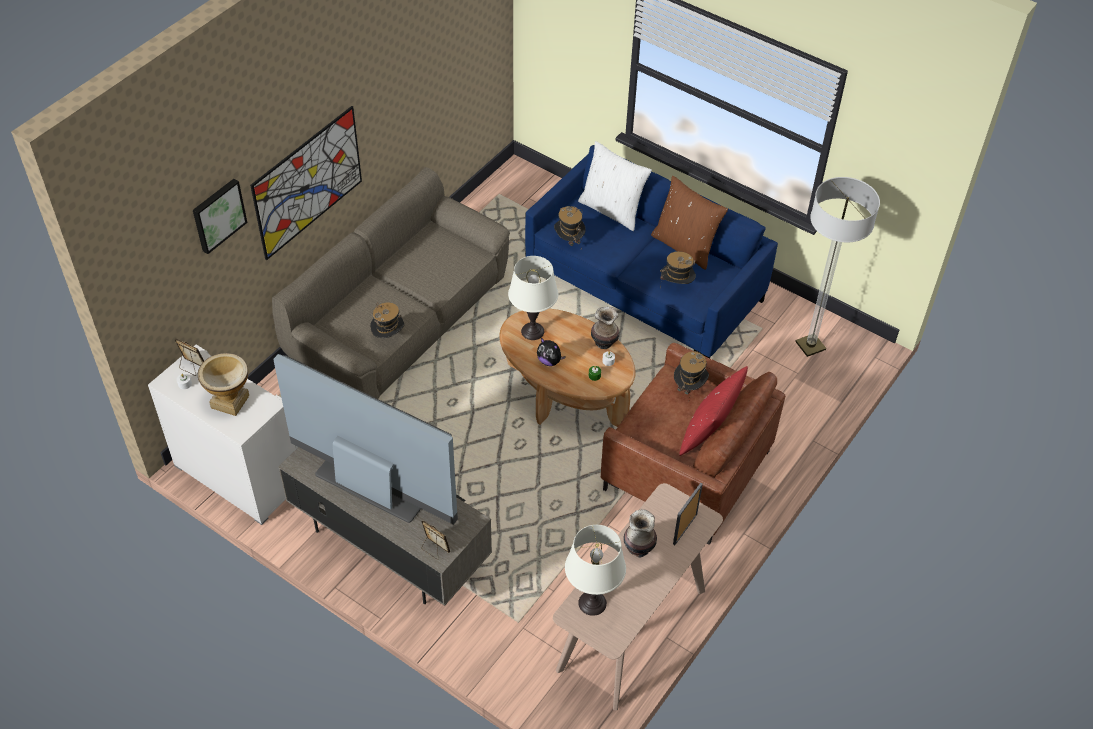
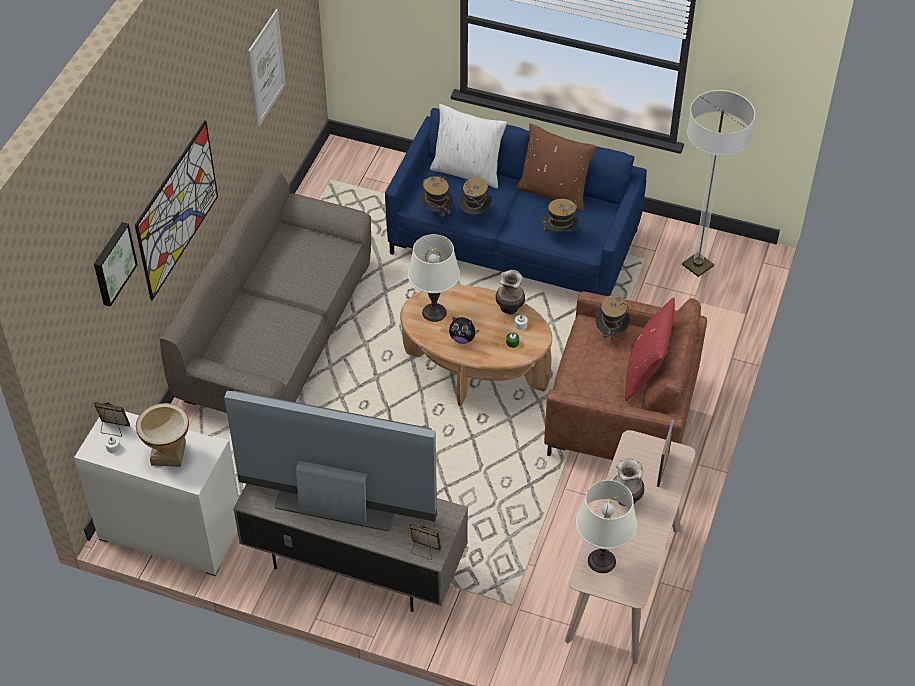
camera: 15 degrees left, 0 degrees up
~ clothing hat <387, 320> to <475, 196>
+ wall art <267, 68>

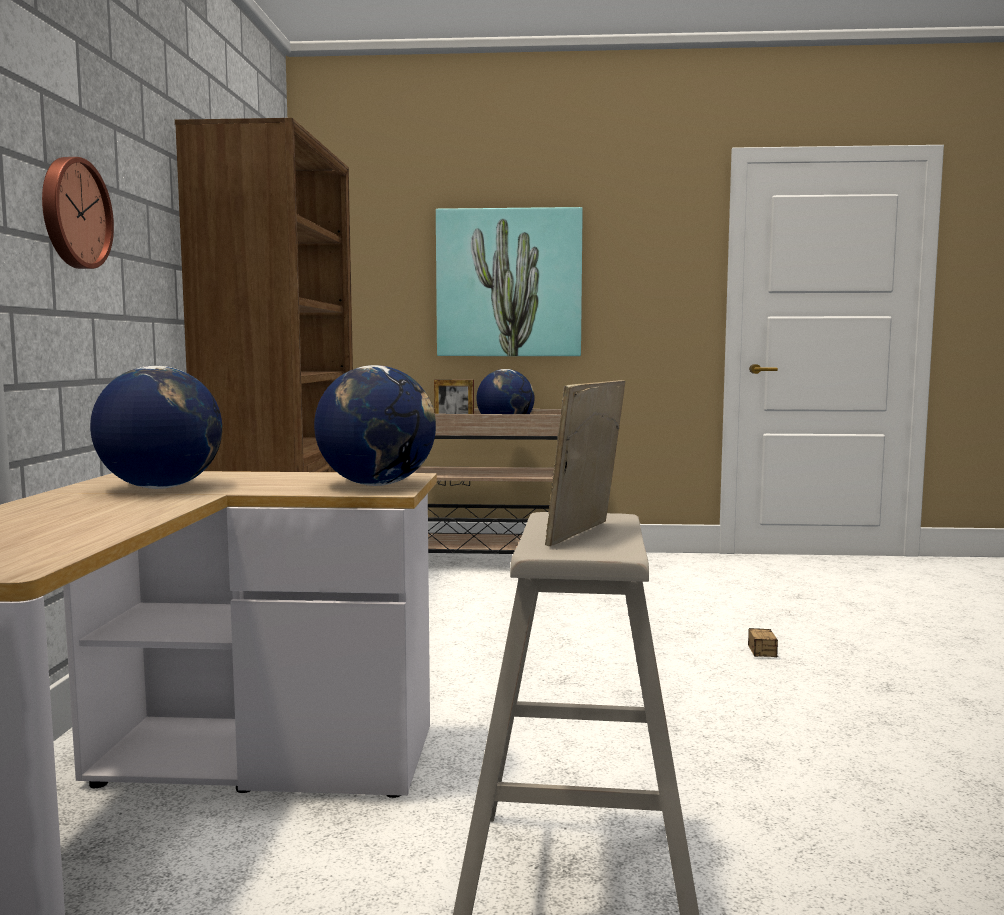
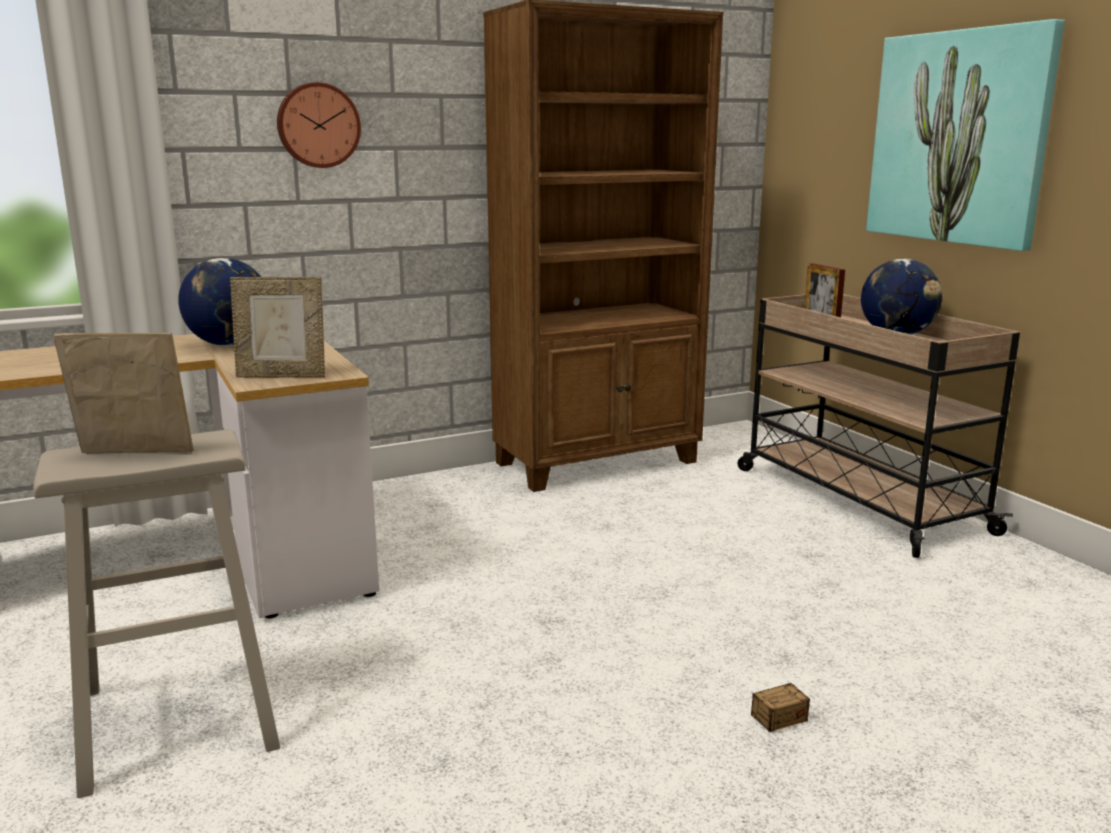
camera: 60 degrees right, 10 degrees up
~ globe <375, 425> to photo frame <277, 327>

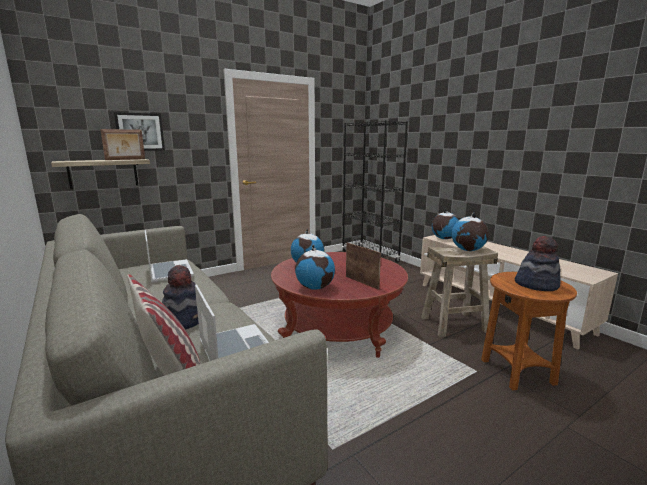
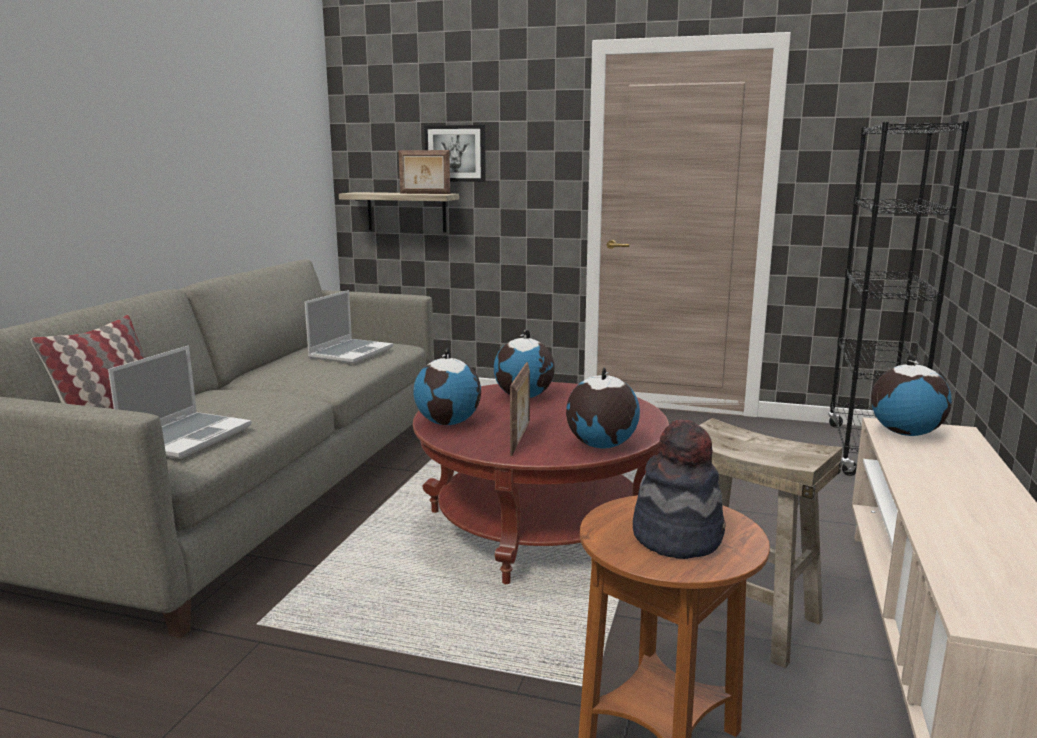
camera: 50 degrees right, 0 degrees up
~ globe <470, 231> to <603, 408>
- clothing hat <180, 297>

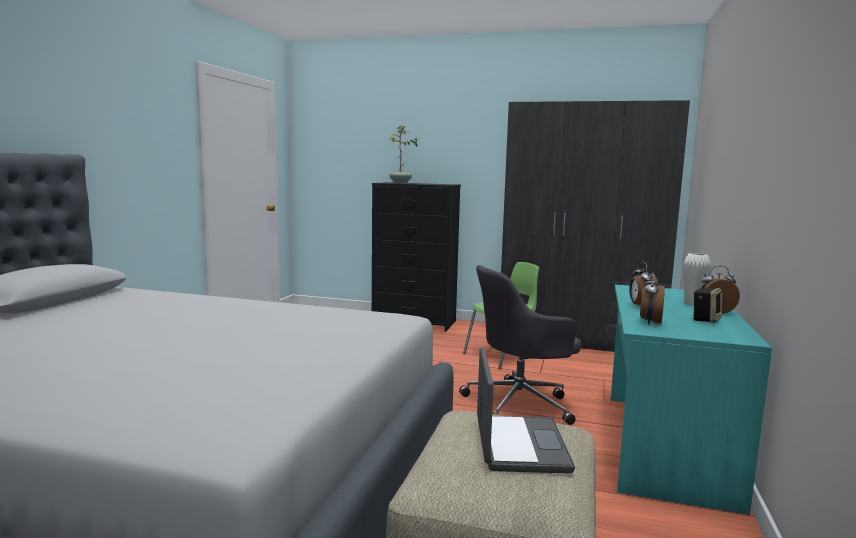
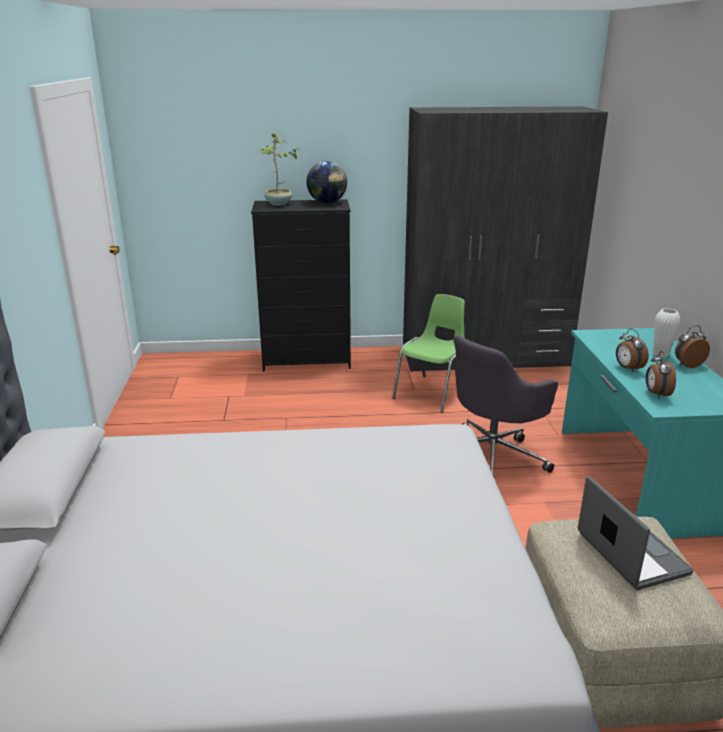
camera: 20 degrees left, 15 degrees up
- audio speaker <708, 305>
+ globe <326, 182>

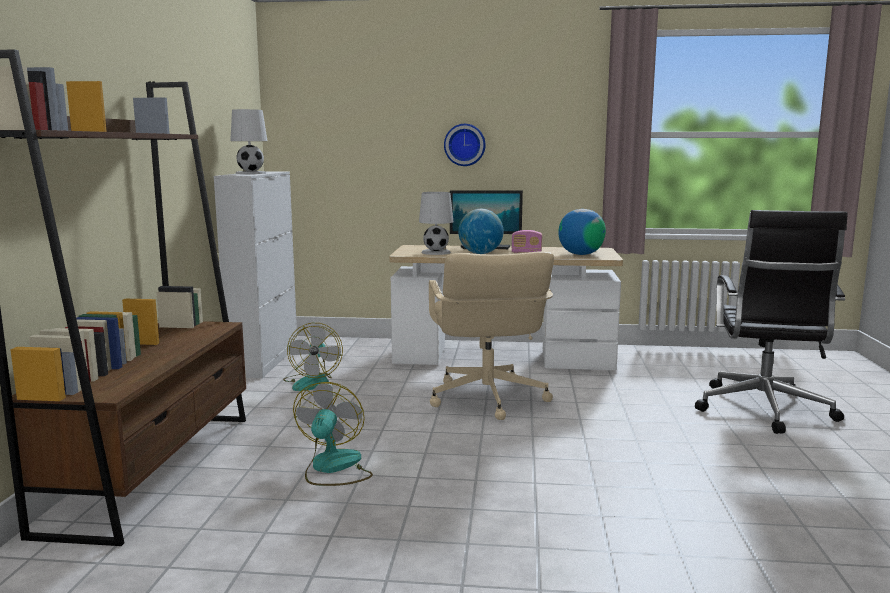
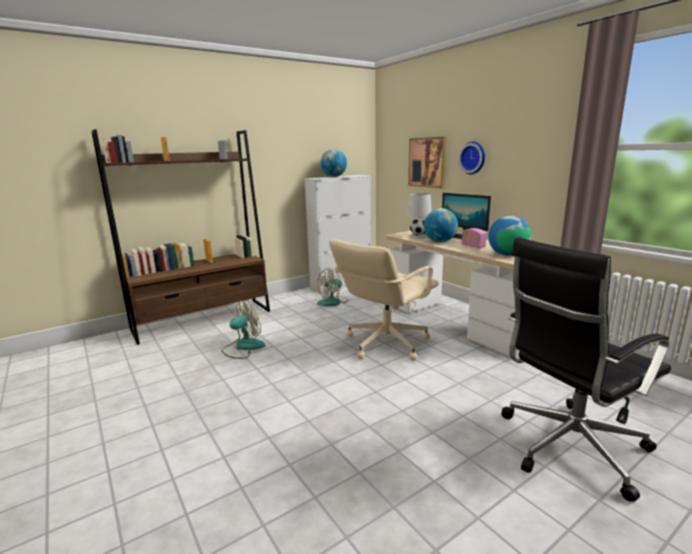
camera: 50 degrees right, 5 degrees up
~ white-coloured table lamp <248, 141> to globe <333, 163>
+ wall art <427, 162>

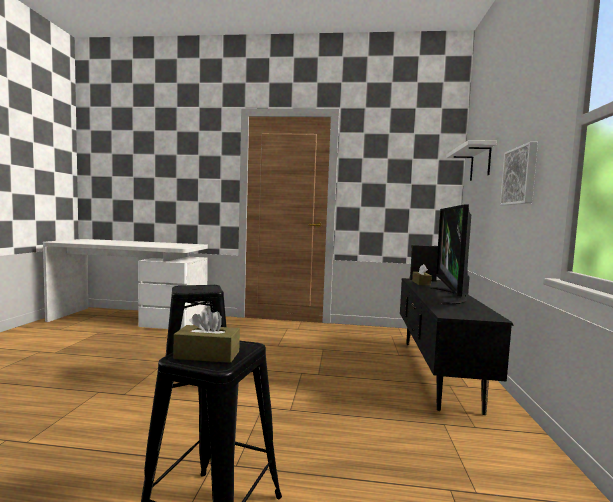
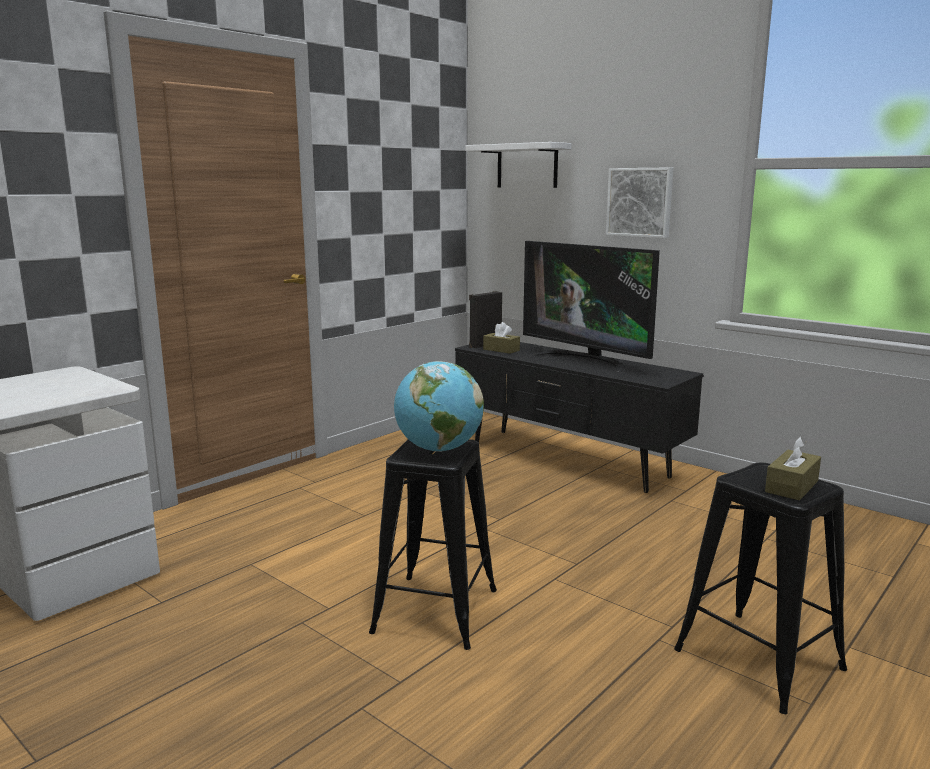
camera: 55 degrees left, 10 degrees up
+ globe <439, 406>

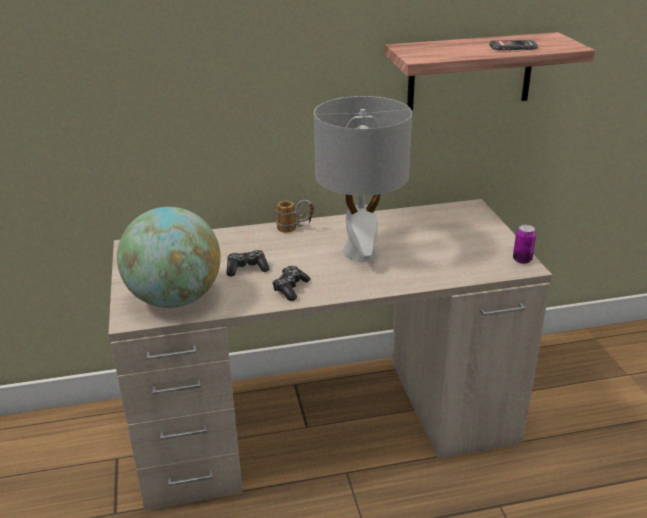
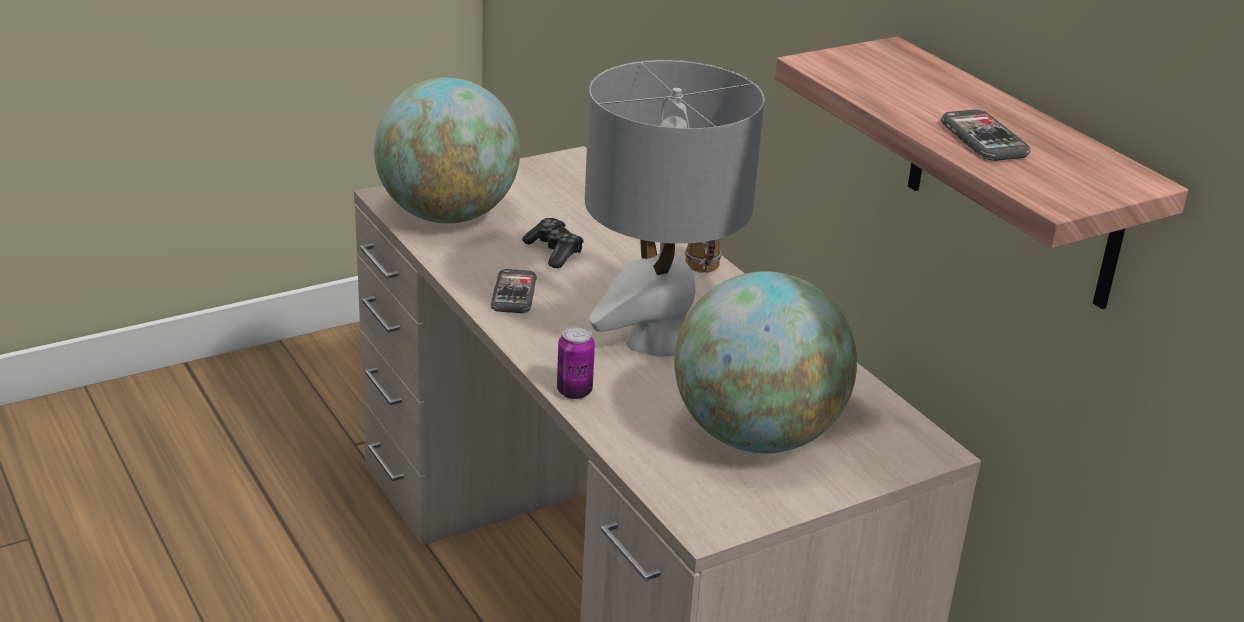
camera: 70 degrees right, 0 degrees up
~ metal can <524, 244> to <576, 362>
~ joypad <291, 283> to handset <514, 291>
+ globe <765, 362>

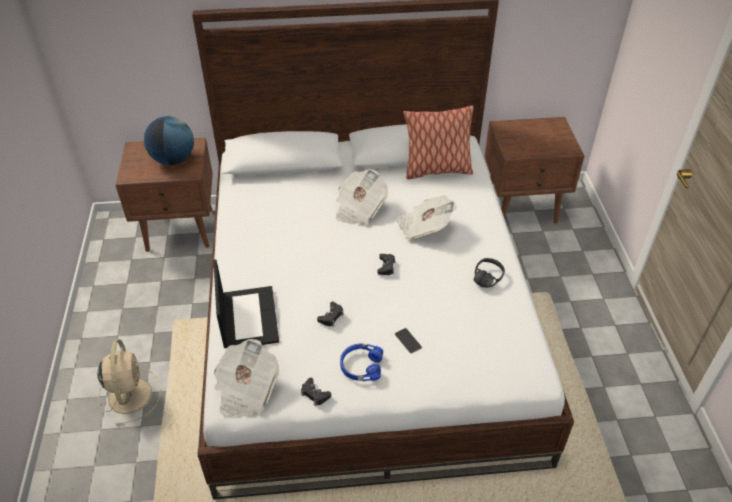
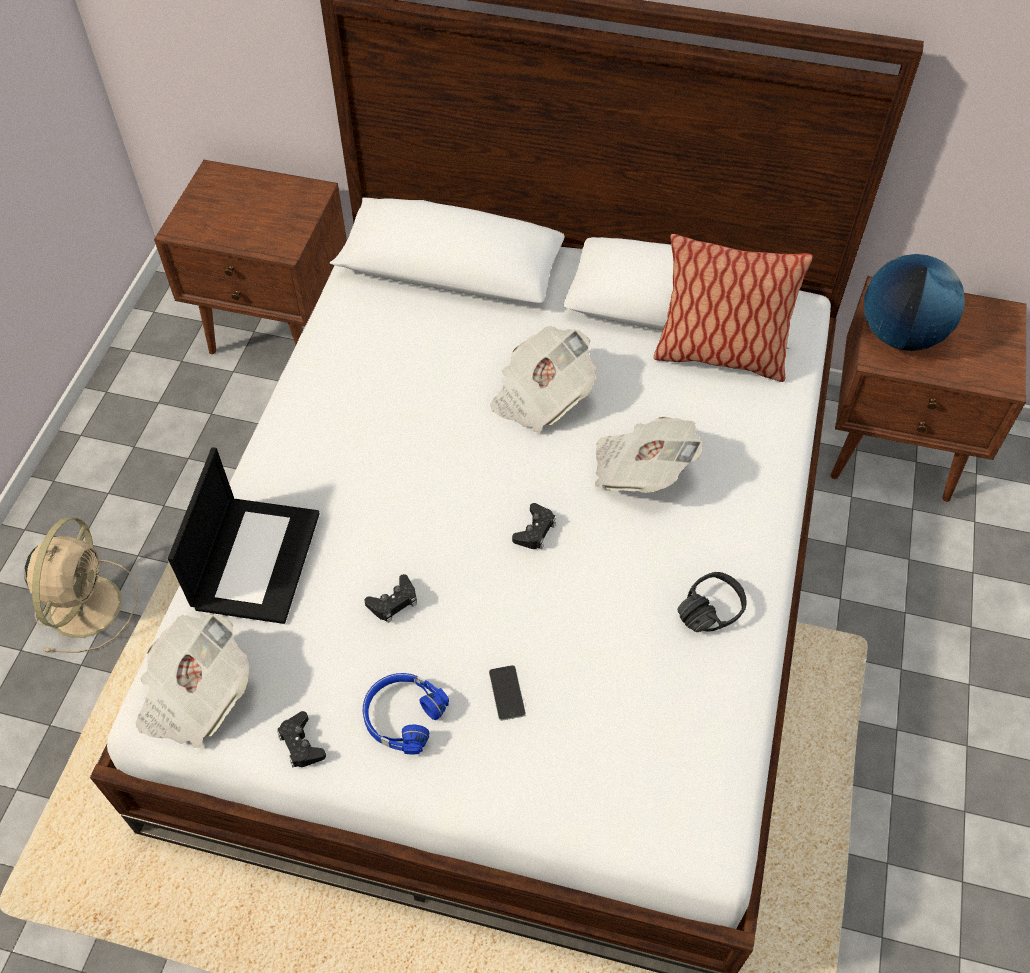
camera: 20 degrees right, 10 degrees up
~ globe <169, 140> to <914, 302>

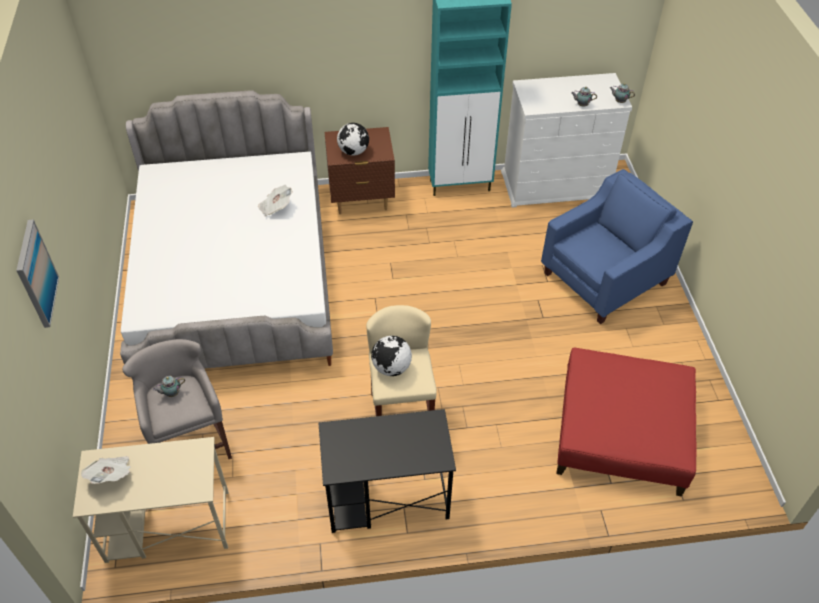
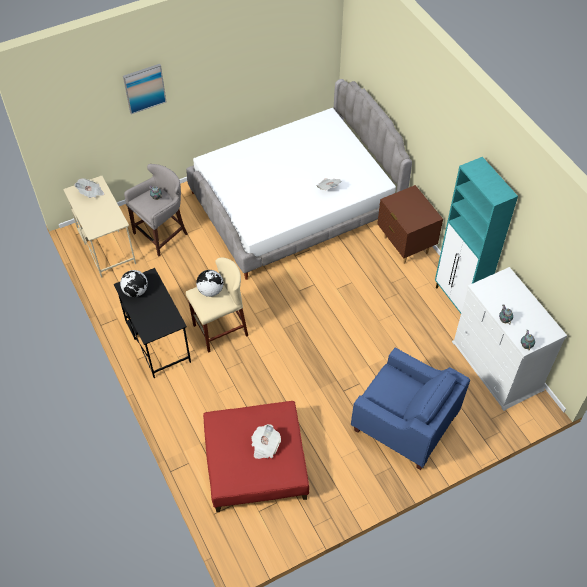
camera: 70 degrees right, 5 degrees up
~ globe <353, 139> to <134, 283>
+ daily paper <266, 441>

